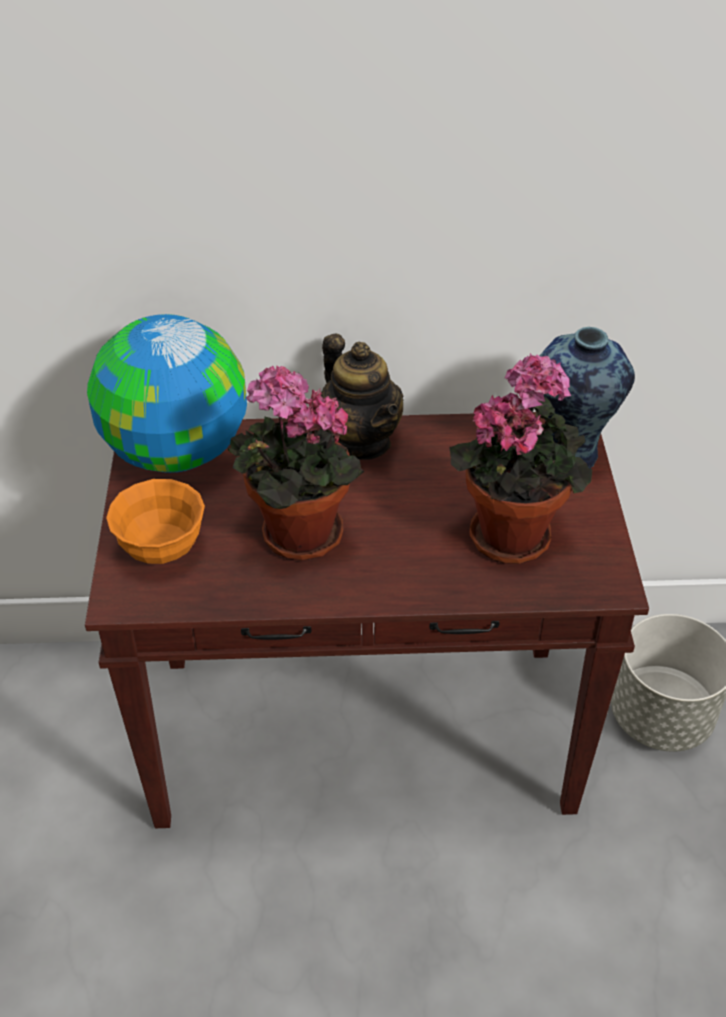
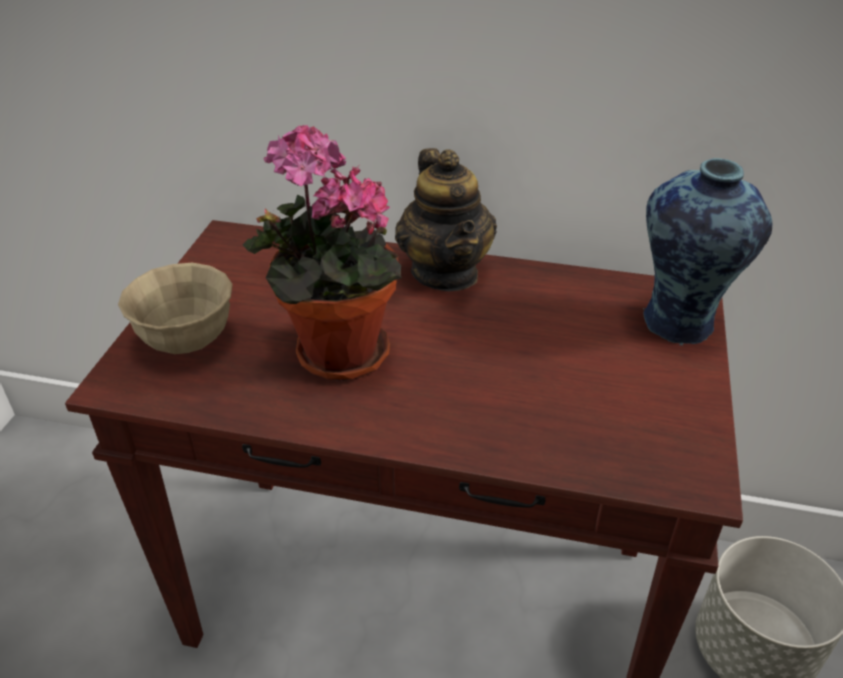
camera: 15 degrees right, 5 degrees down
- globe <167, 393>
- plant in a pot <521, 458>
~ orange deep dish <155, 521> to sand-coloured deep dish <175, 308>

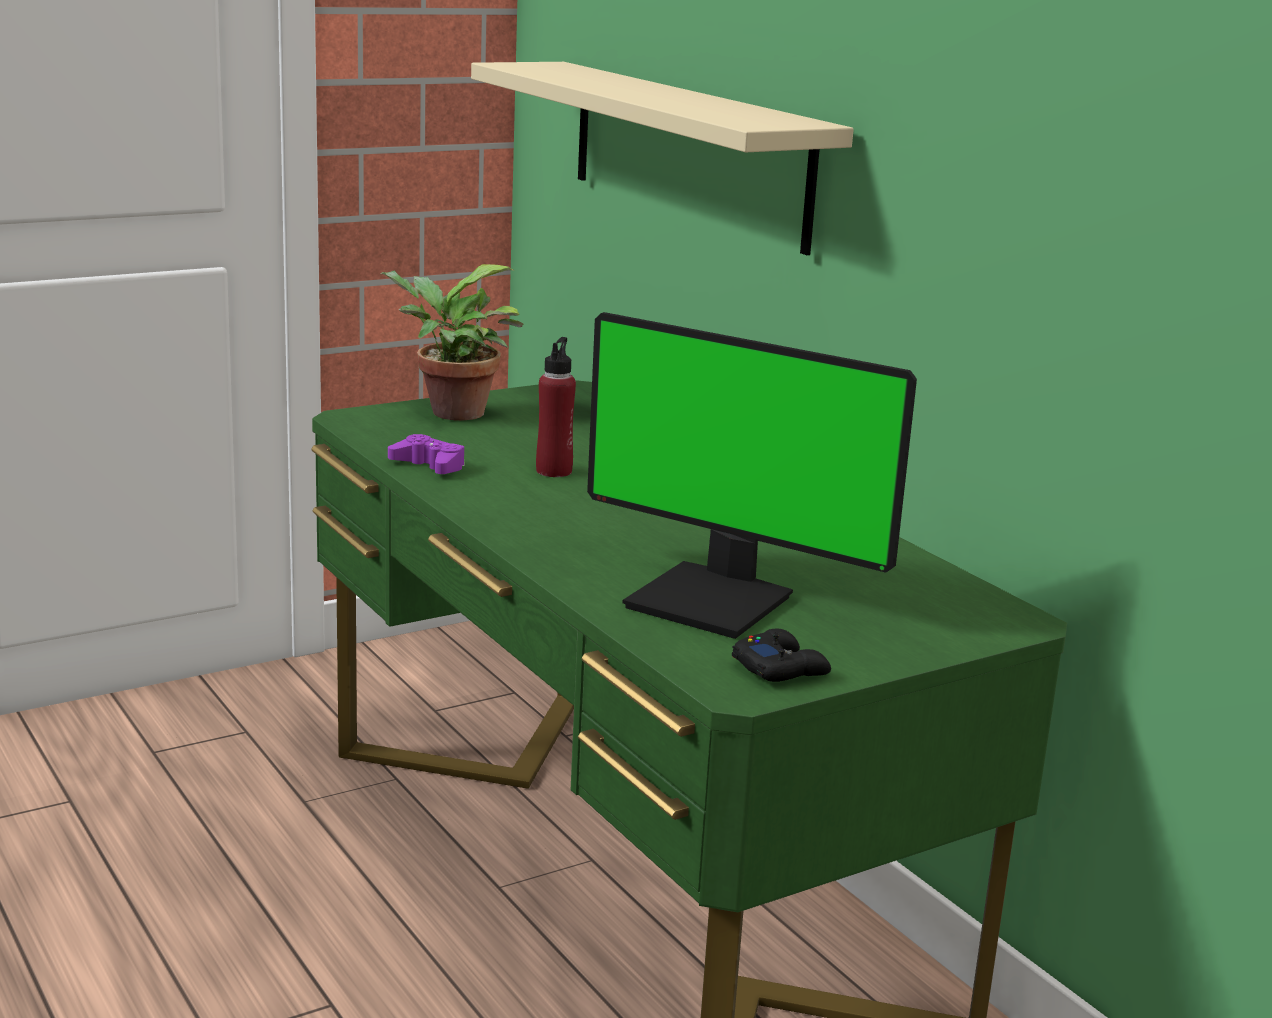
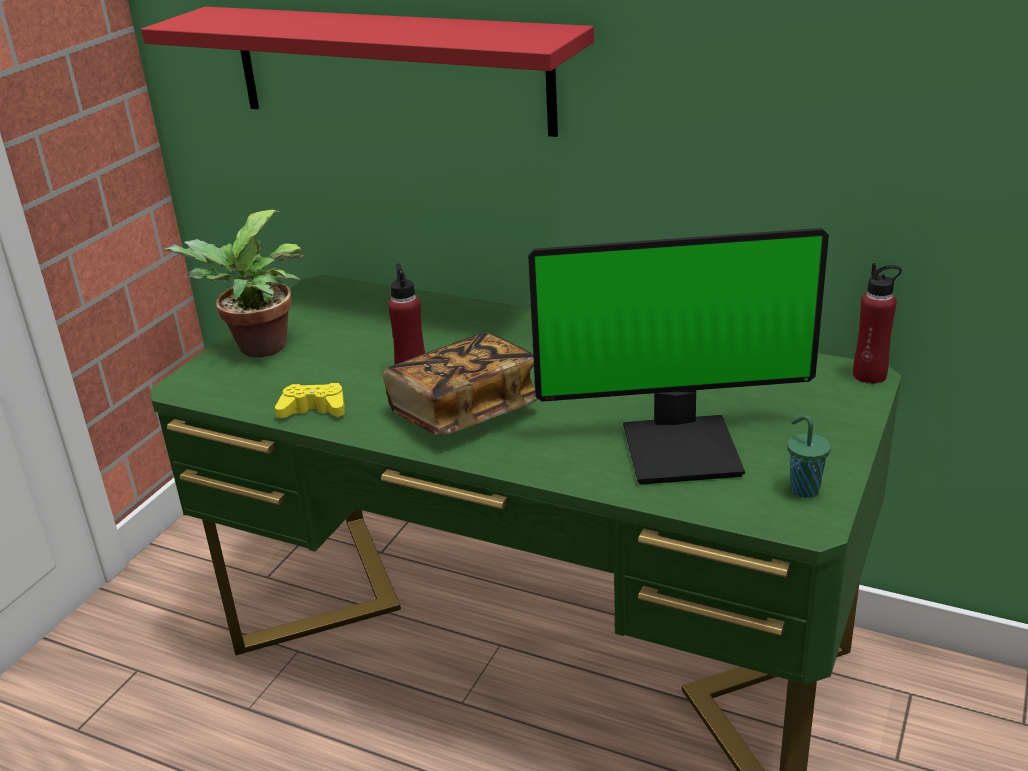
camera: 30 degrees left, 10 degrees up
~ sand-coloured bracket shelf <662, 158> to reddish bracket shelf <367, 72>
~ purple-coloured joypad <426, 454> to yellowish joypad <310, 400>
~ blackish joypad <781, 655> to green drinking cup <809, 456>
+ reddish drink bottle <877, 323>
+ volume <460, 384>

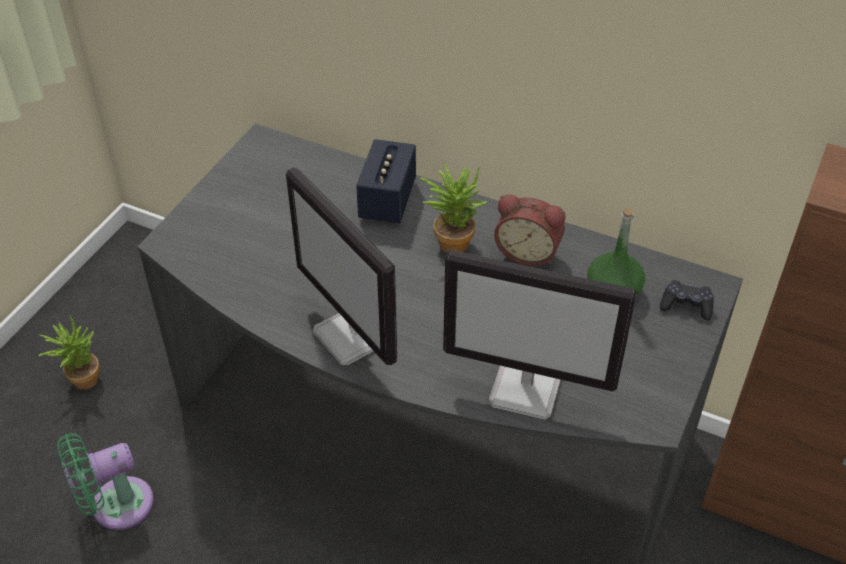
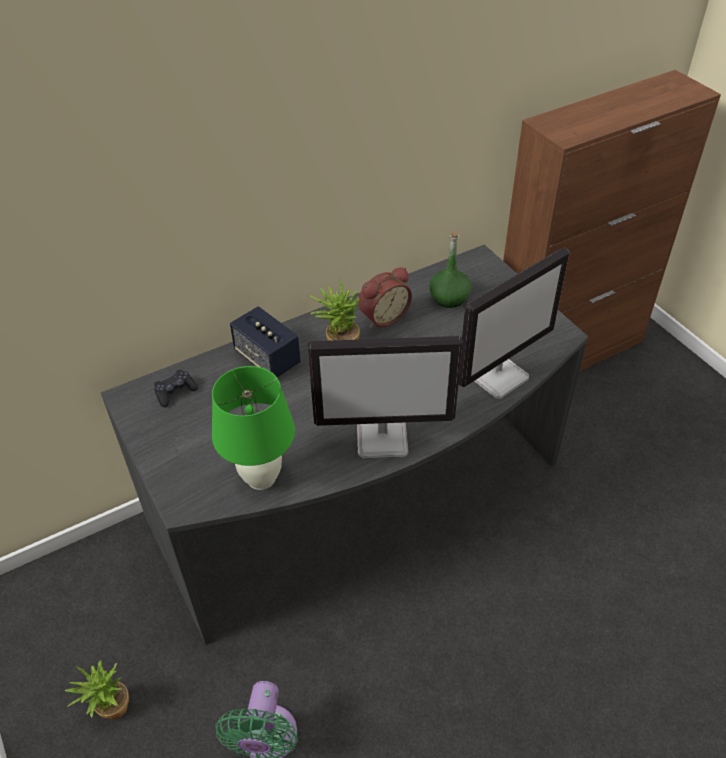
camera: 55 degrees left, 0 degrees up
~ blackish joypad <687, 300> to <176, 388>
+ green table lamp <253, 428>

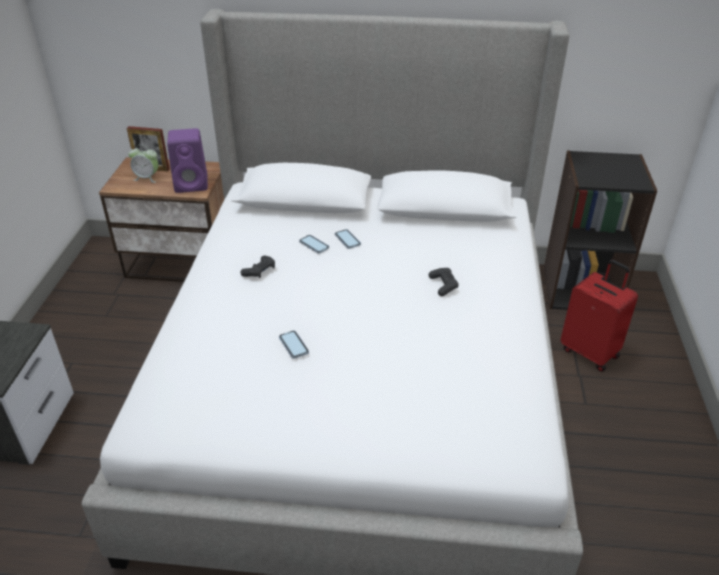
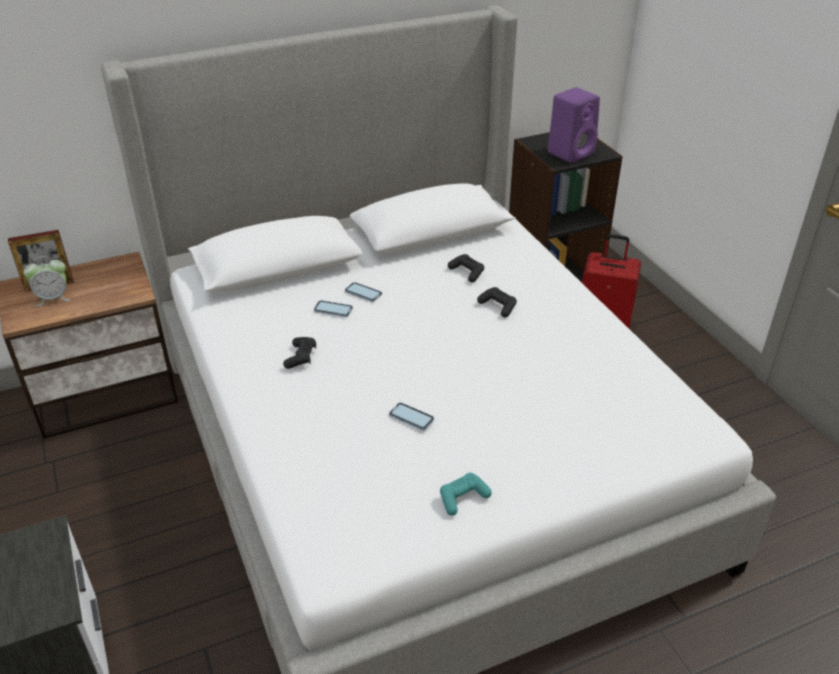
camera: 30 degrees left, 0 degrees up
~ purple-coloured audio speaker <187, 160> to <573, 125>
+ blackish joypad <466, 268>
+ turquoise joypad <466, 494>

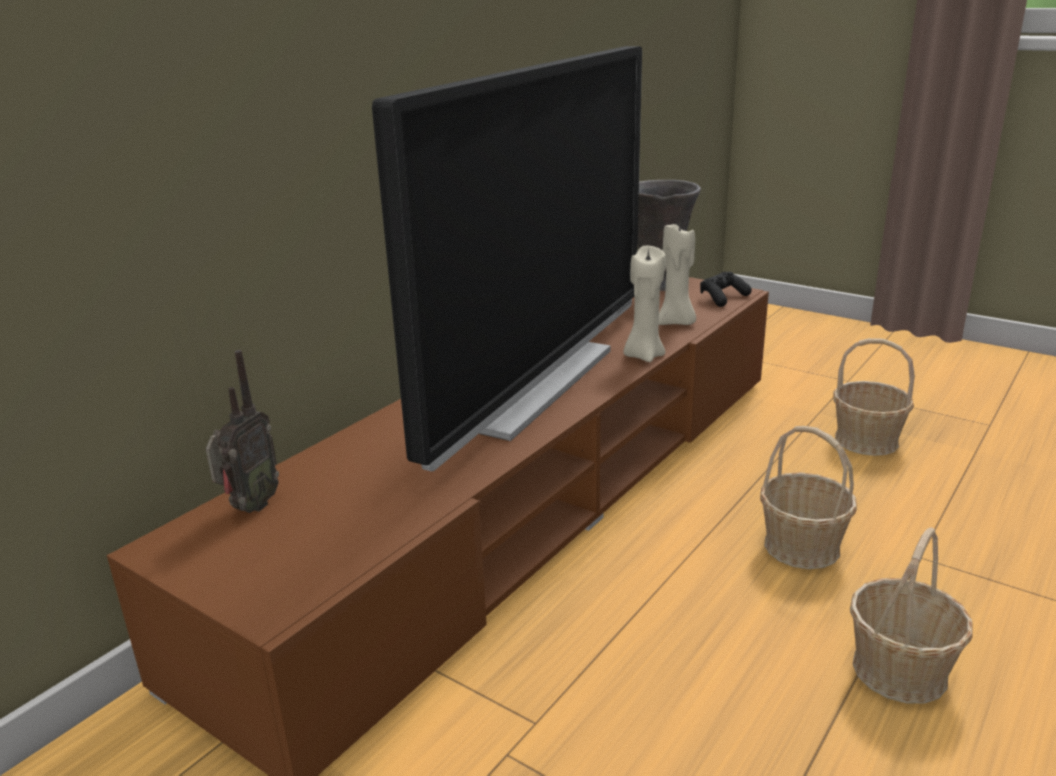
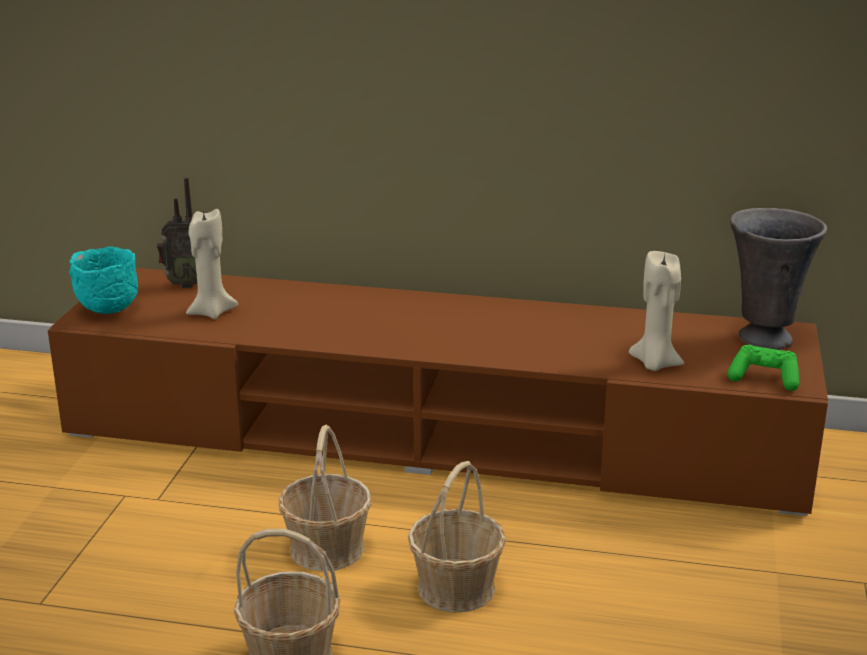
camera: 65 degrees right, 0 degrees up
- television <507, 259>
~ sand-coloured candle <645, 304> to <212, 264>
~ blackish joypad <726, 289> to green joypad <763, 368>
~ storage basket <874, 397> to <325, 498>
+ turquoise deep dish <103, 280>

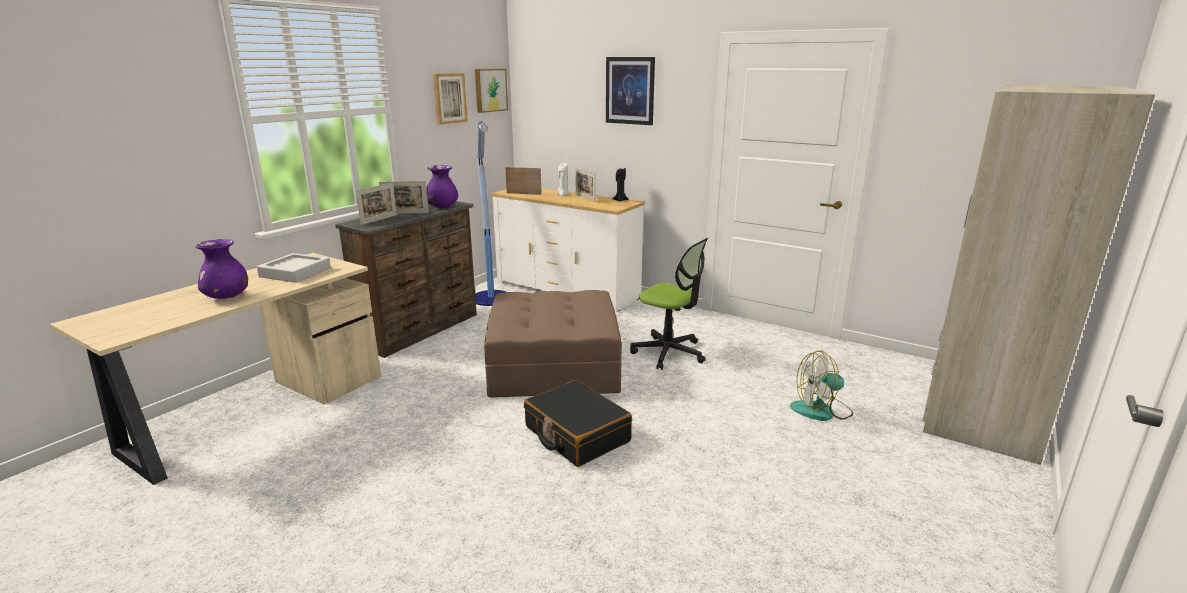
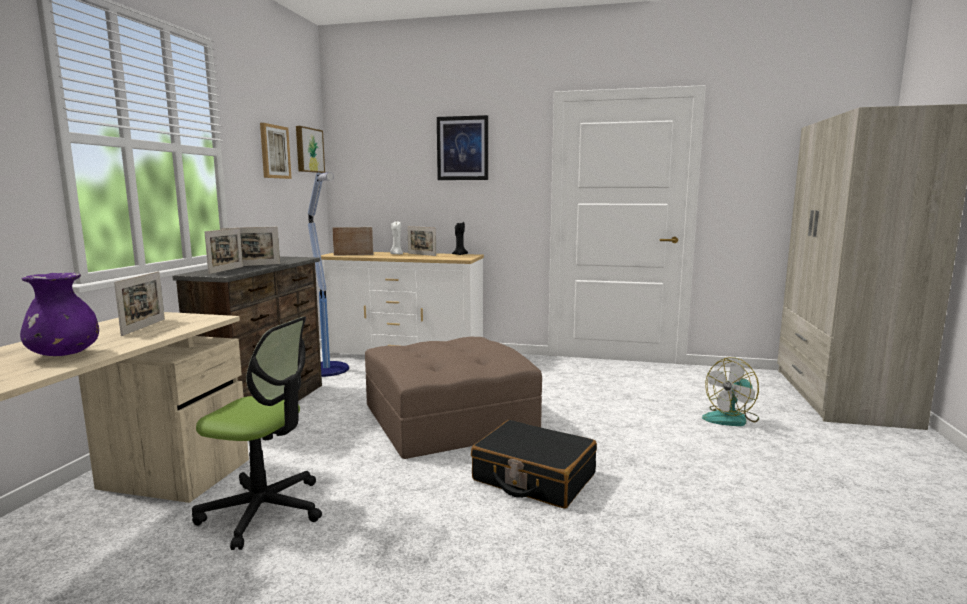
camera: 20 degrees left, 10 degrees down
- purple-coloured flower vase <442, 186>
~ office chair <669, 304> to <257, 433>
~ greyish serving tray <294, 268> to photo frame <139, 303>

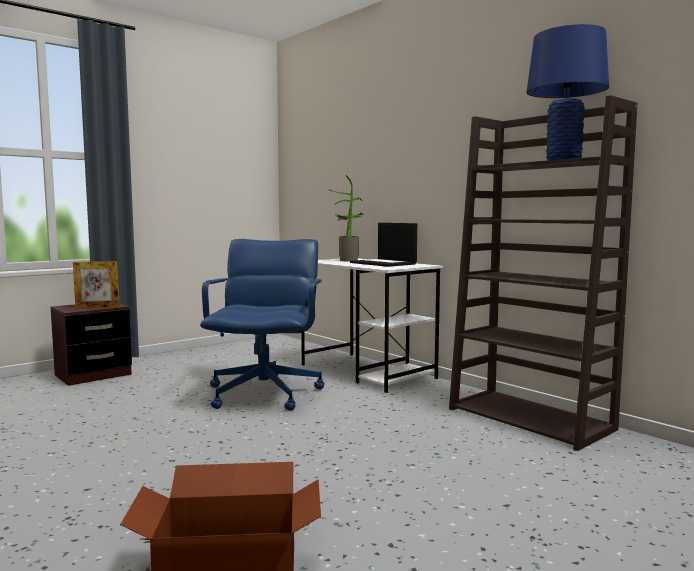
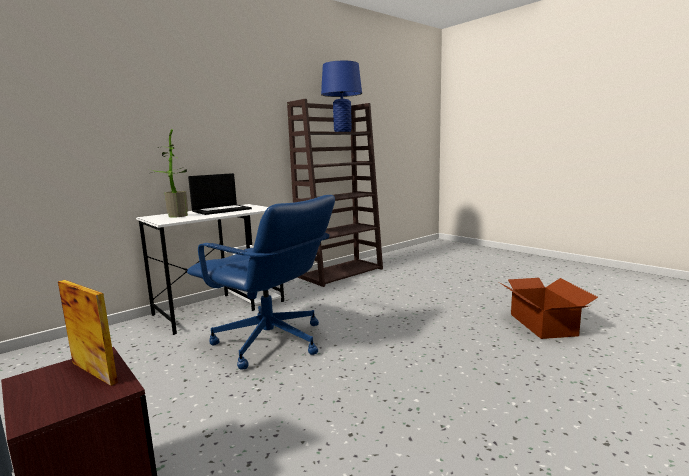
camera: 90 degrees left, 5 degrees up
~ bluish office chair <262, 325> = <261, 282> 150 degrees counterclockwise
~ photo frame <96, 284> = <88, 333> 45 degrees counterclockwise

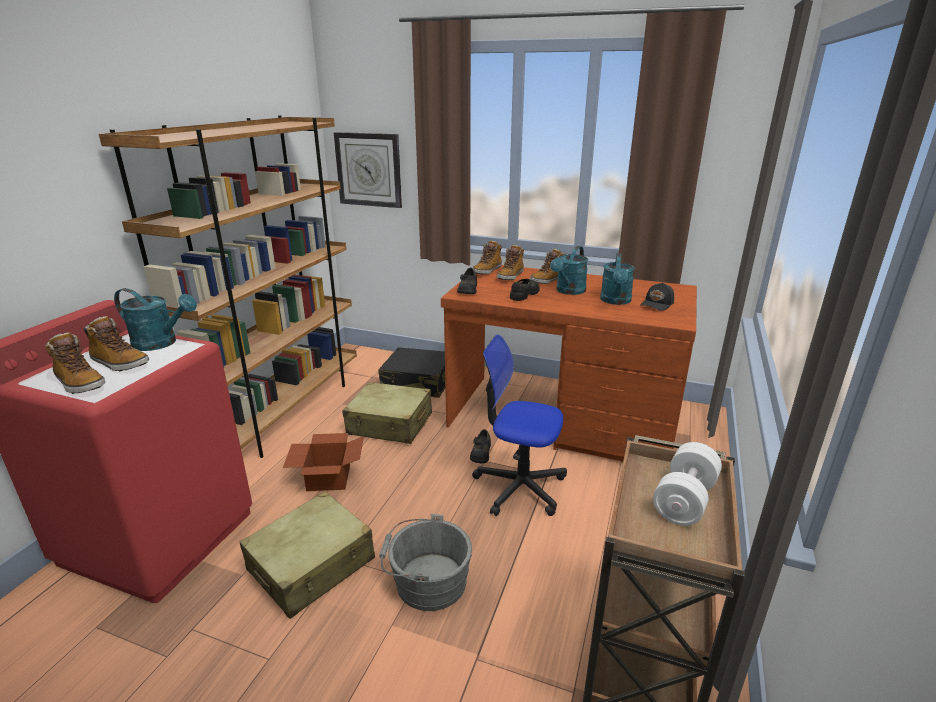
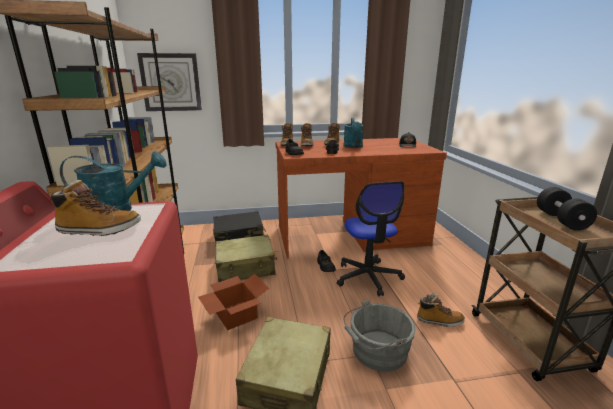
camera: 30 degrees left, 5 degrees down
- turquoise sprinkling can <617, 279>
~ tall boot <75, 363> to <441, 310>
~ office chair <519, 425> = <371, 239> 90 degrees counterclockwise
~ white-coloured hand weight <687, 484> to blackish hand weight <567, 209>

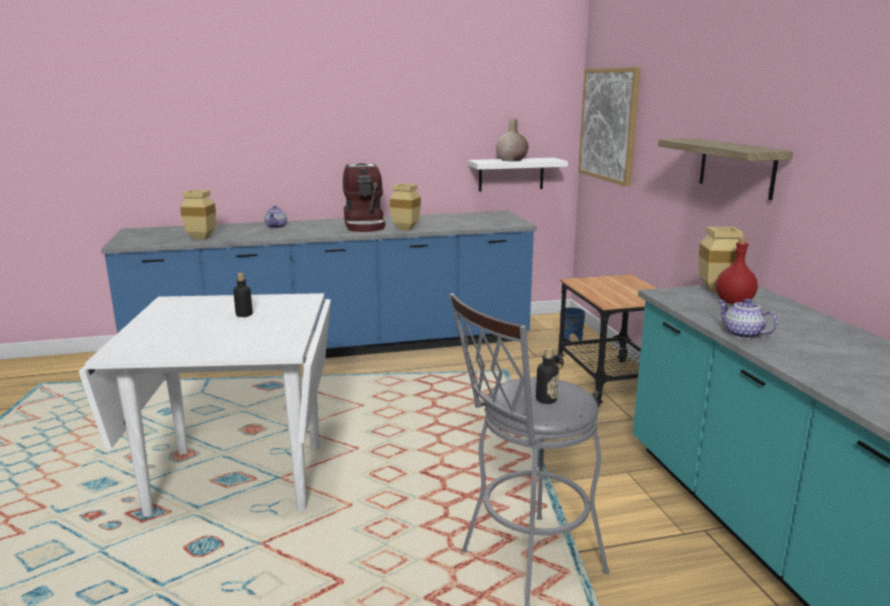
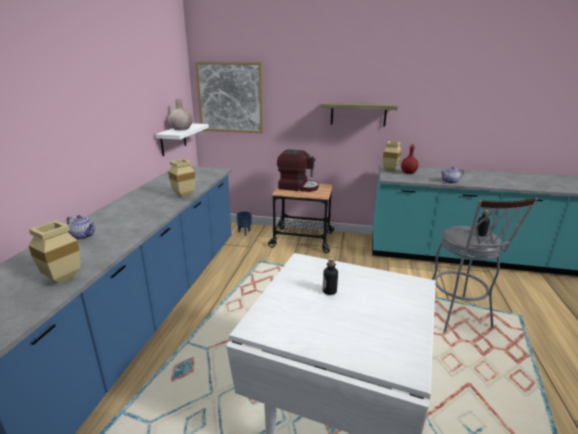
camera: 65 degrees left, 5 degrees up
~ coffee maker <364, 197> to <298, 170>

